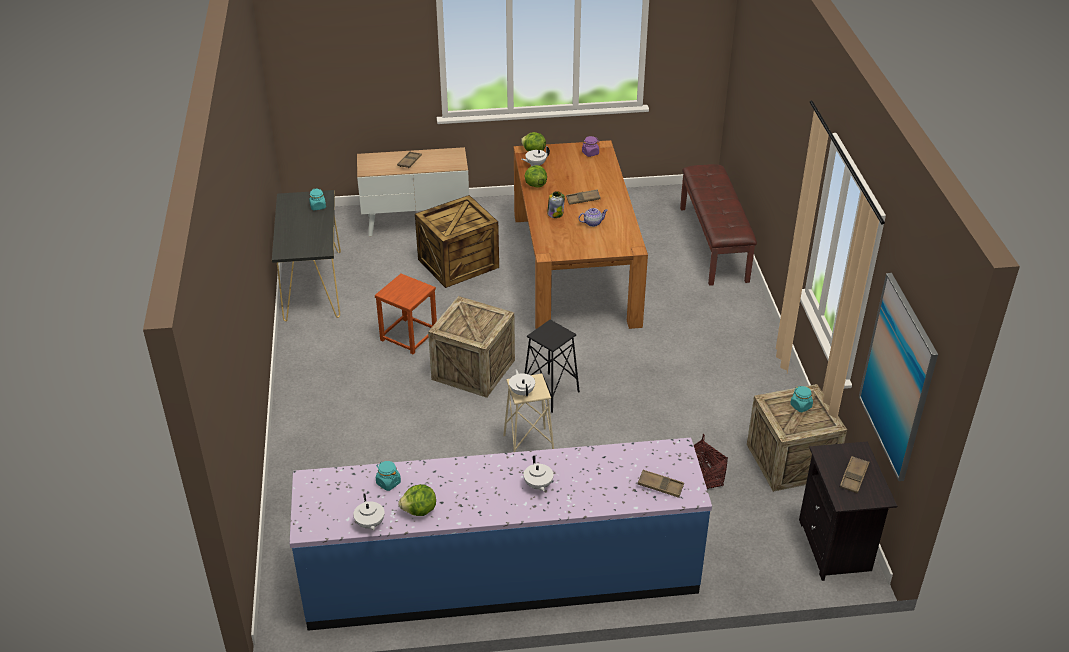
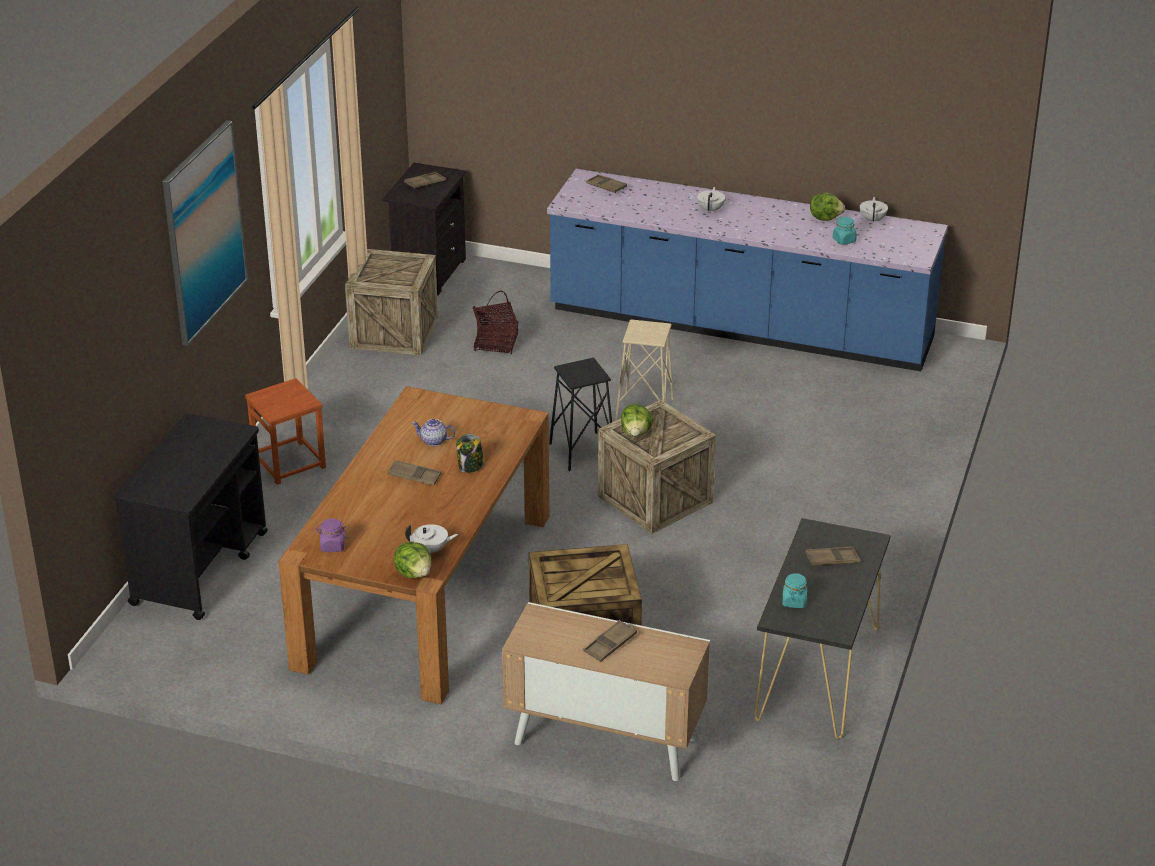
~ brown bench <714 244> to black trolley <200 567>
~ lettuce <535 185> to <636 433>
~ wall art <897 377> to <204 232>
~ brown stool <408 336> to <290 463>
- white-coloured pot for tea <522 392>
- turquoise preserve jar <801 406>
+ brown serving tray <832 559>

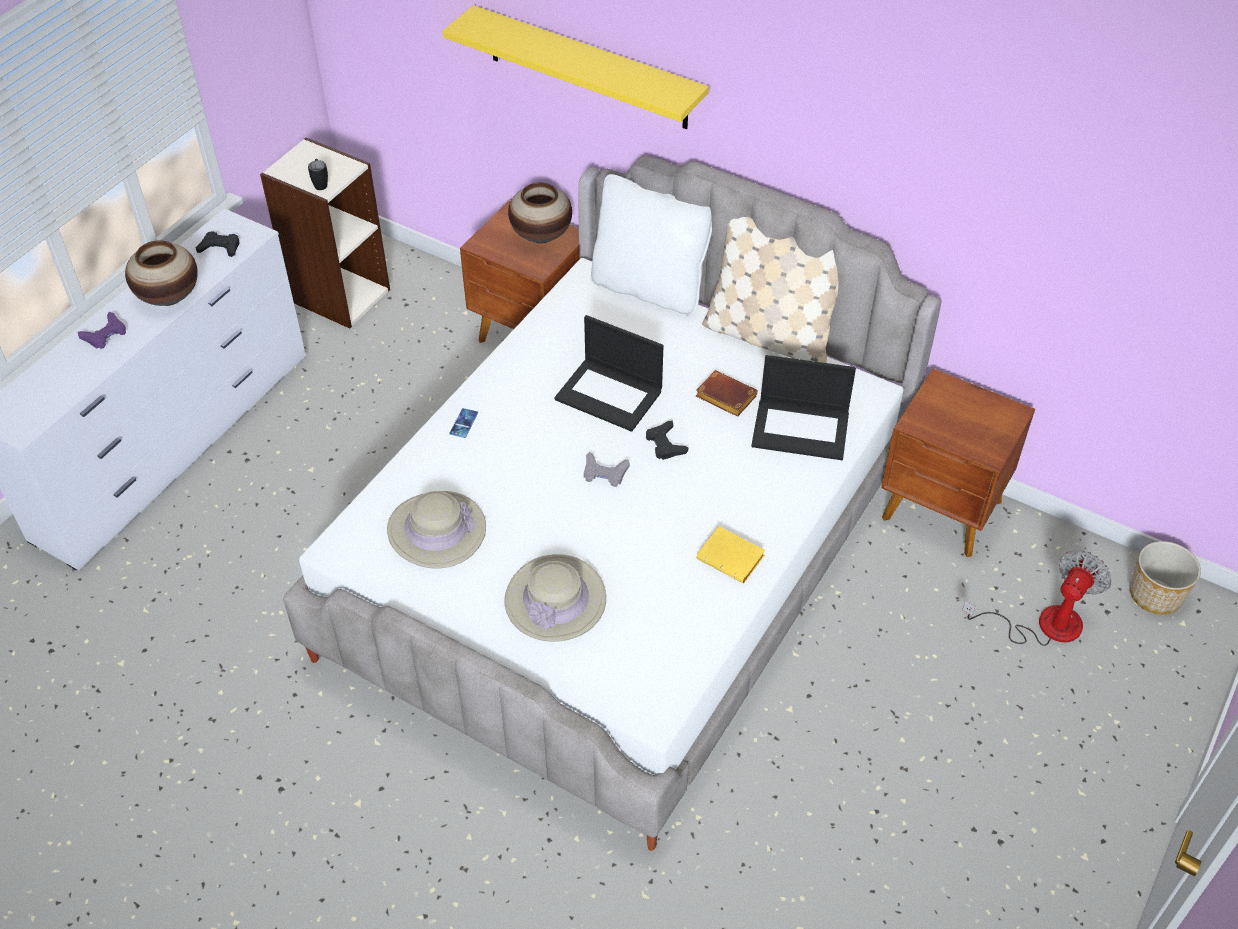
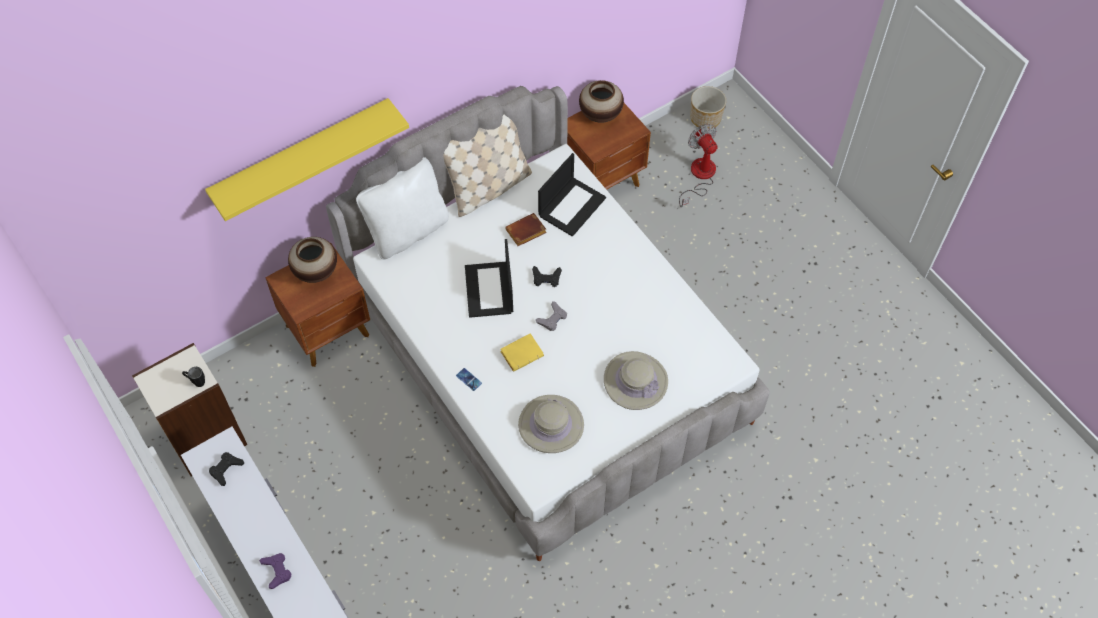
~ decorative vase <169 297> to <600 114>
~ portable computer <610 395> = <489 290> 120 degrees clockwise
~ yellowish book <733 558> to <522 353>

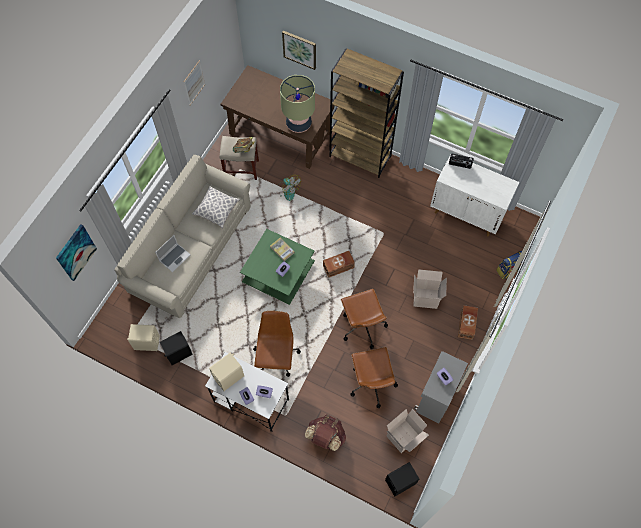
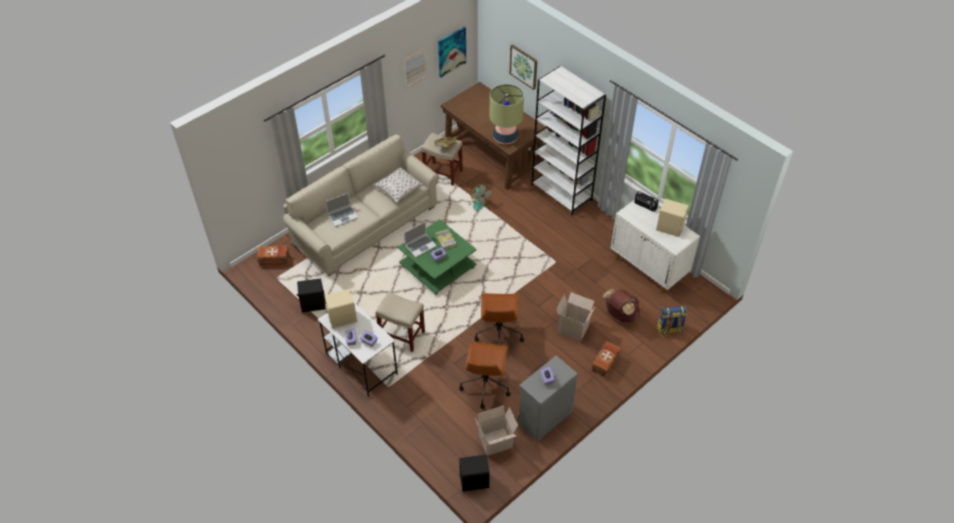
~ brown bookcase <360 156> to white-coloured bookcase <562 193>
~ wall art <76 252> to <451 51>
~ brown storage bin <339 267> to <275 261>
~ brown office chair <276 357> to sand-coloured stool <402 335>
~ sand-coloured audio speaker <147 342> to <669 228>
~ brown backpack <326 437> to <620 315>
+ portable computer <420 246>

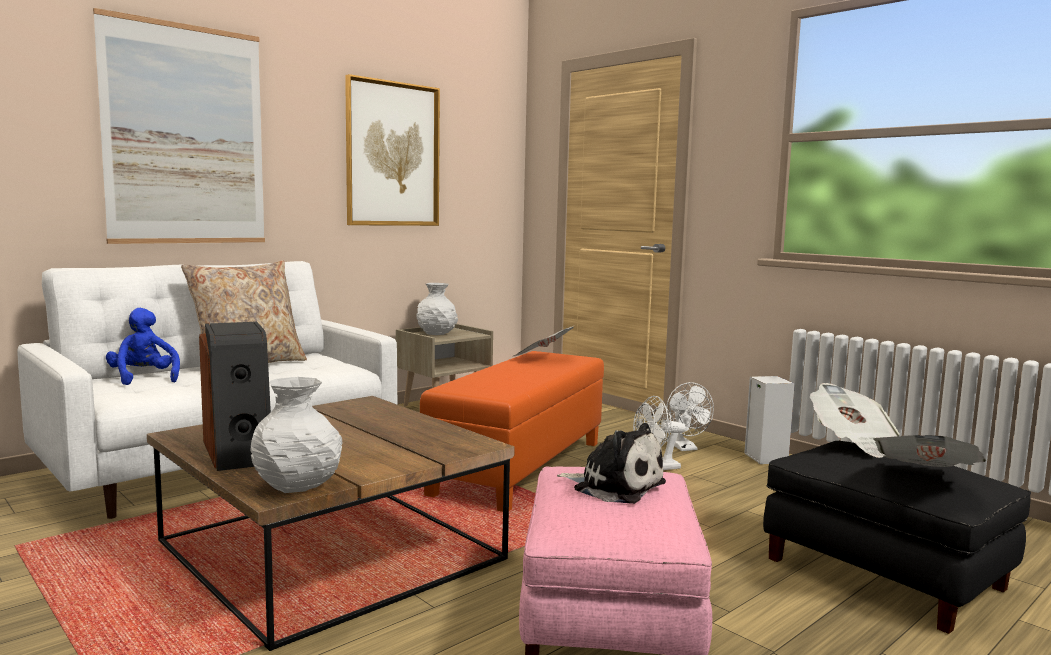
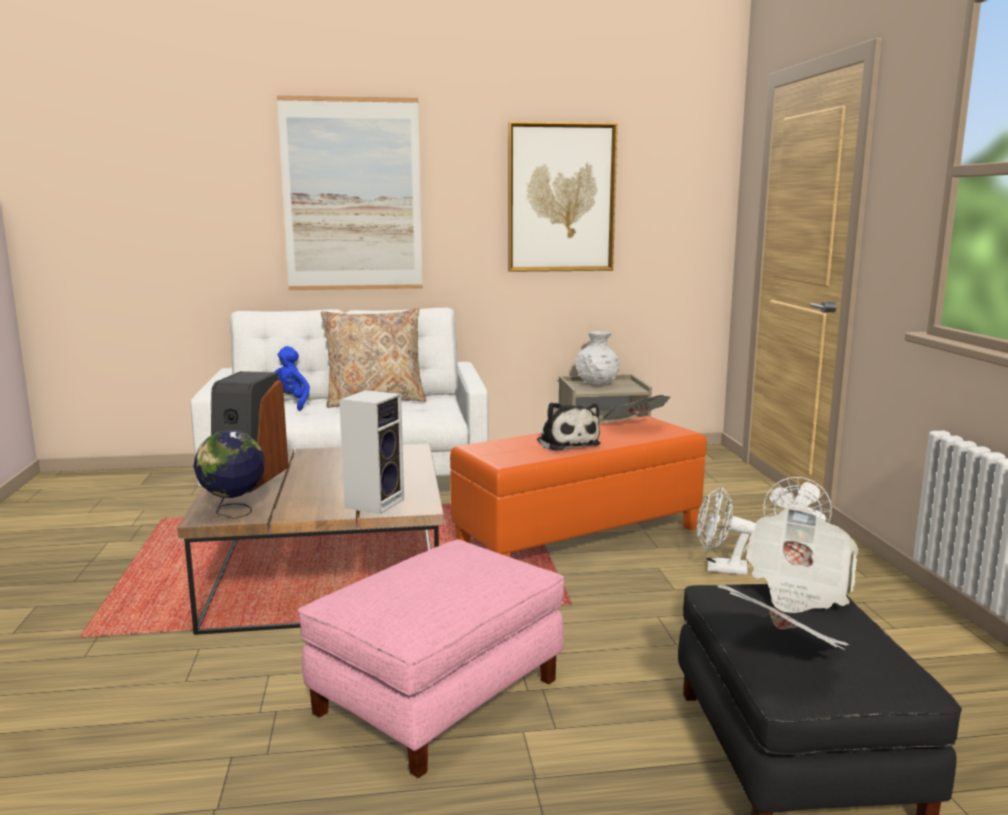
~ audio speaker <764 457> to <375 502>
~ white-coloured decorative vase <298 485> to world globe <233 513>
~ soft toy <614 486> to <567 443>

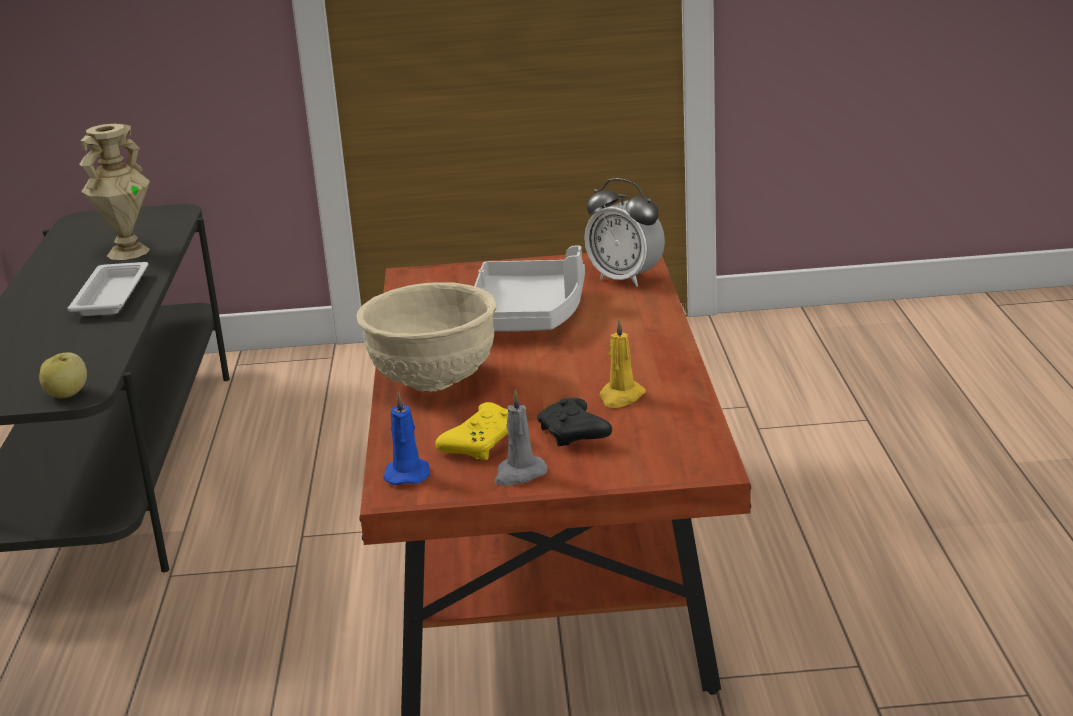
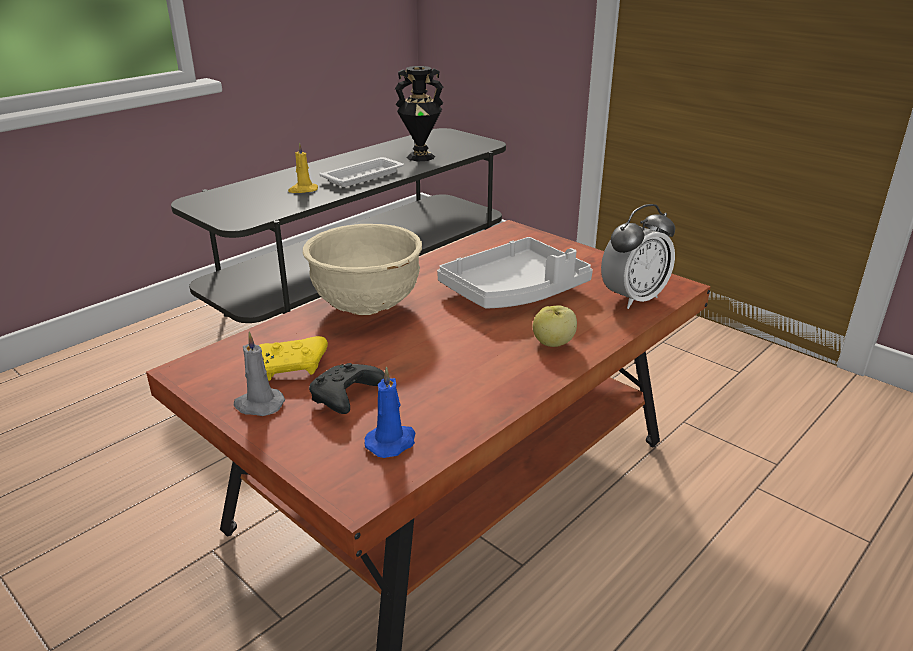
~ sand-coloured decorative vase <127 252> to black decorative vase <421 157>
~ alarm clock <625 279> = <633 298> 120 degrees counterclockwise
~ yellowish wax light <621 397> to <303 190>
~ whole apple <67 395> to <553 343>
~ bluish wax light <407 474> to <392 442>

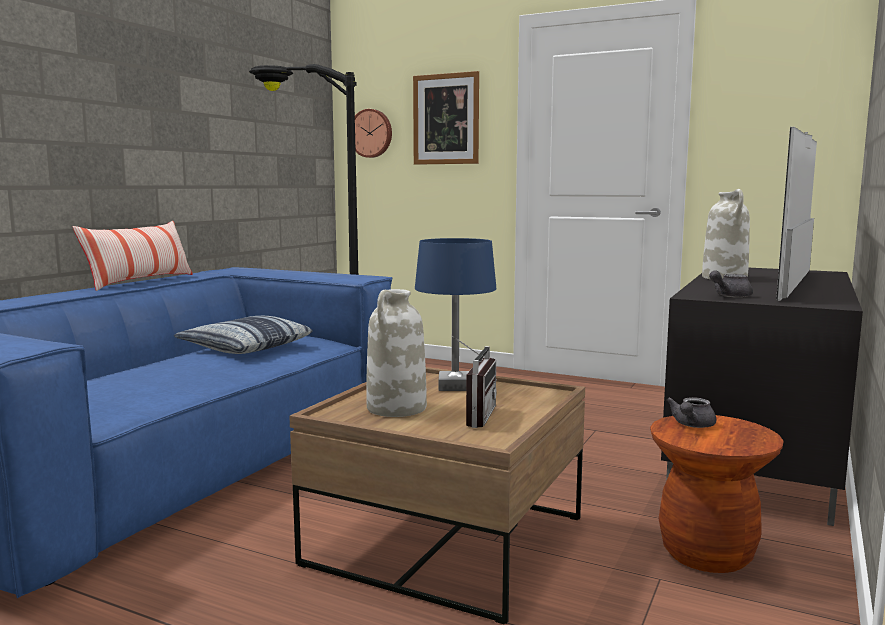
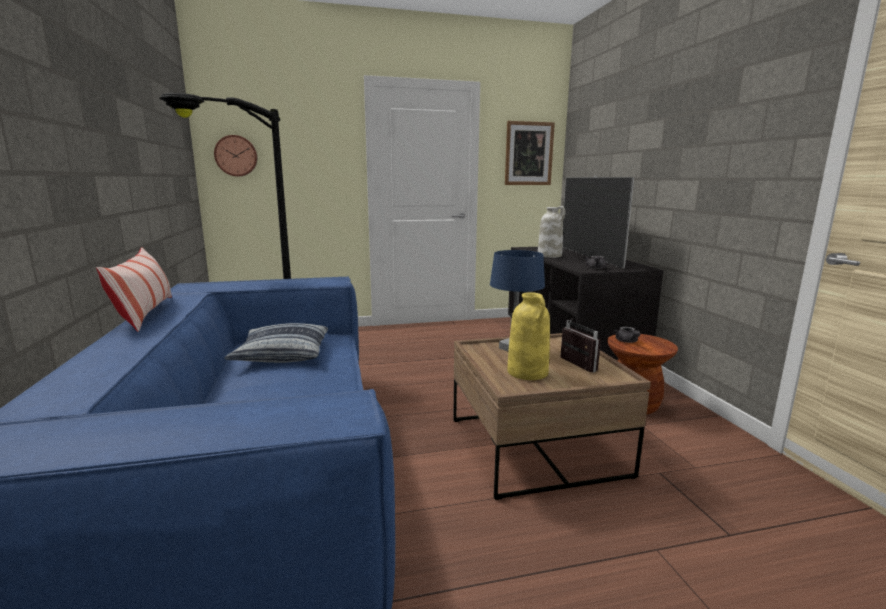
~ wall art <446 119> to <529 153>
~ white-coloured decorative vase <396 408> to yellowish decorative vase <528 372>

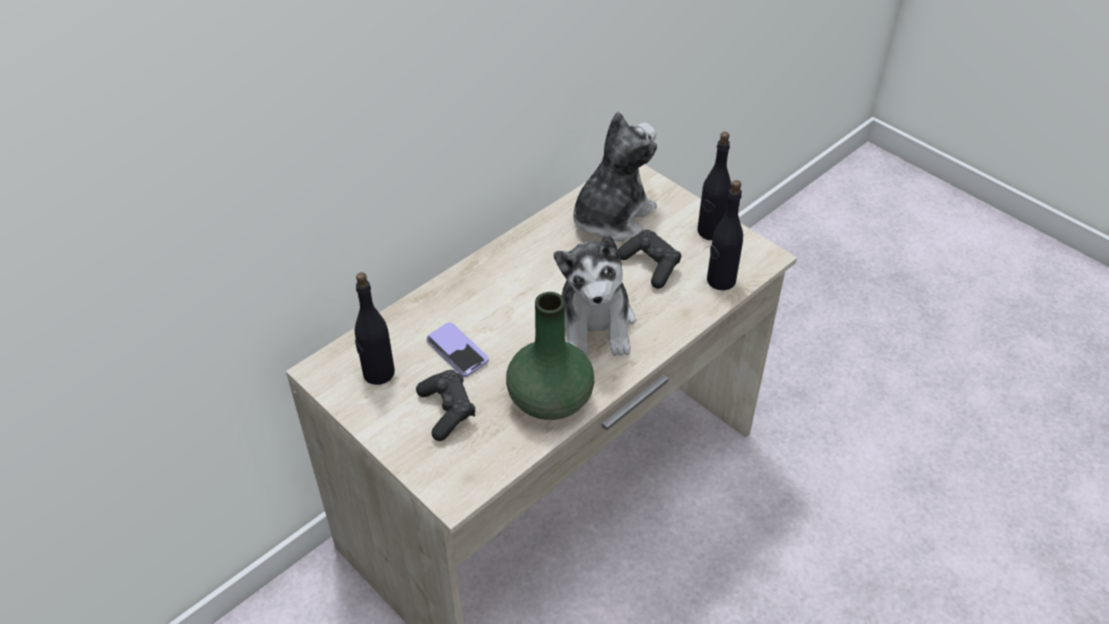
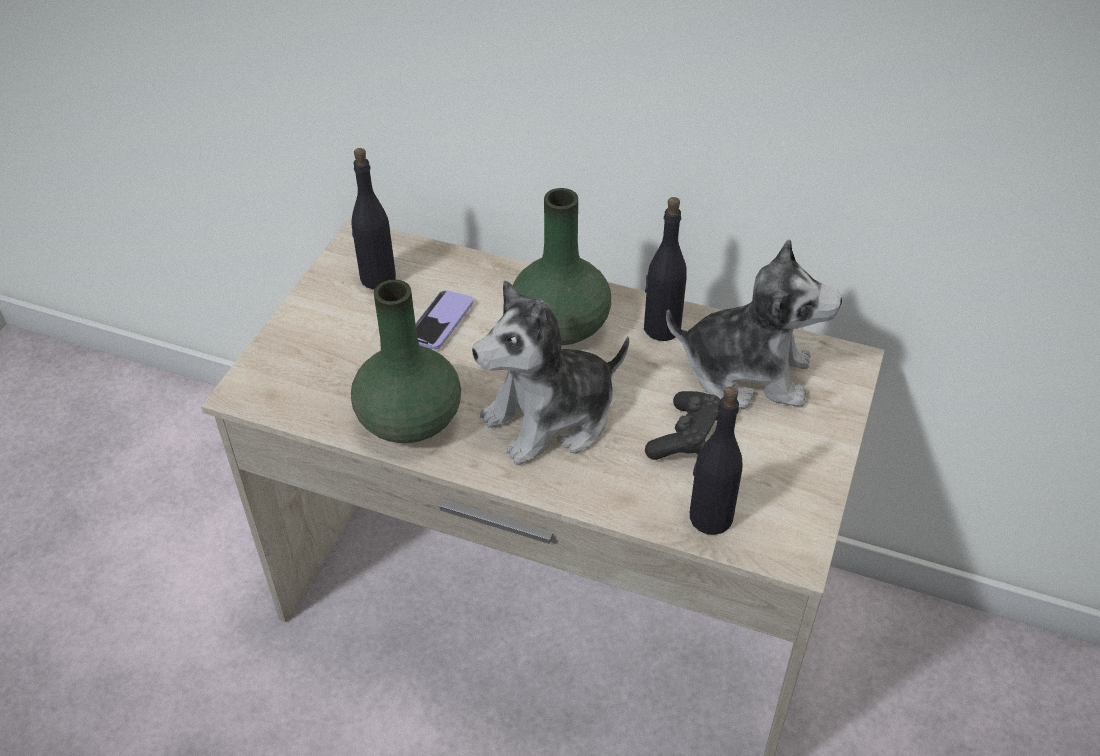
~ black drink bottle <710 231> to <661 328>
- black joypad <447 411>
+ green decorative vase <560 325>

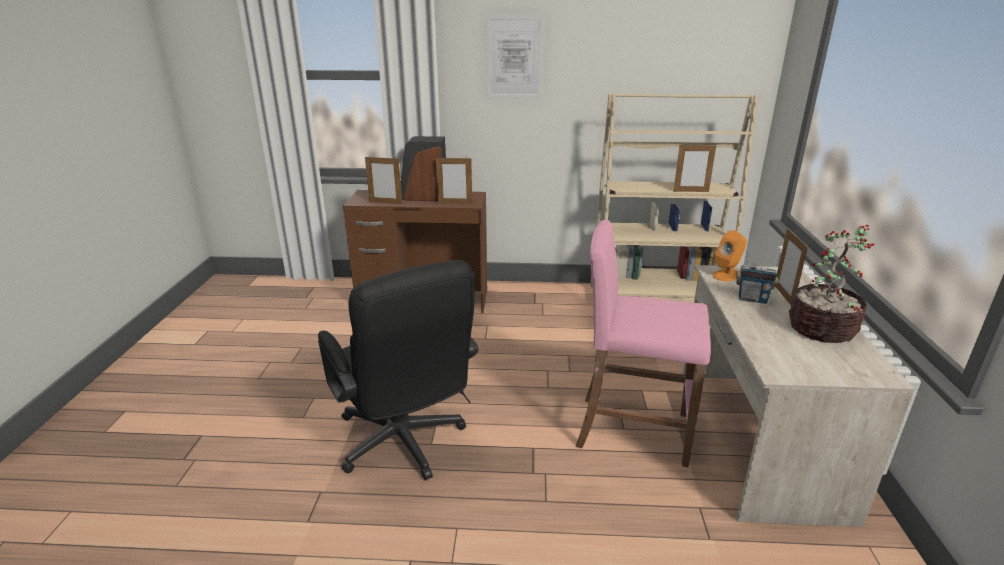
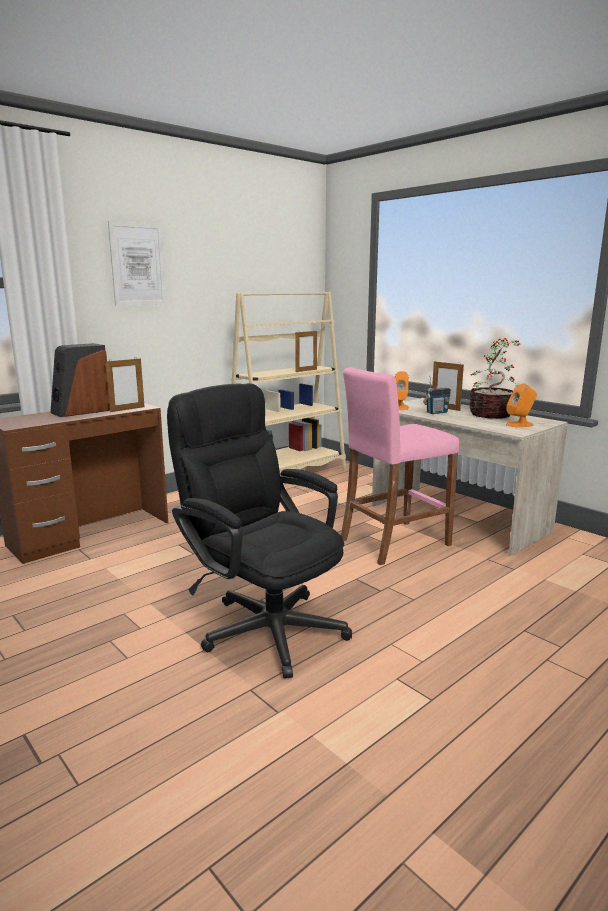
- photo frame <385 203>
~ black office chair <404 445> = <263 624> 150 degrees counterclockwise
+ orangey audio speaker <519 424>

